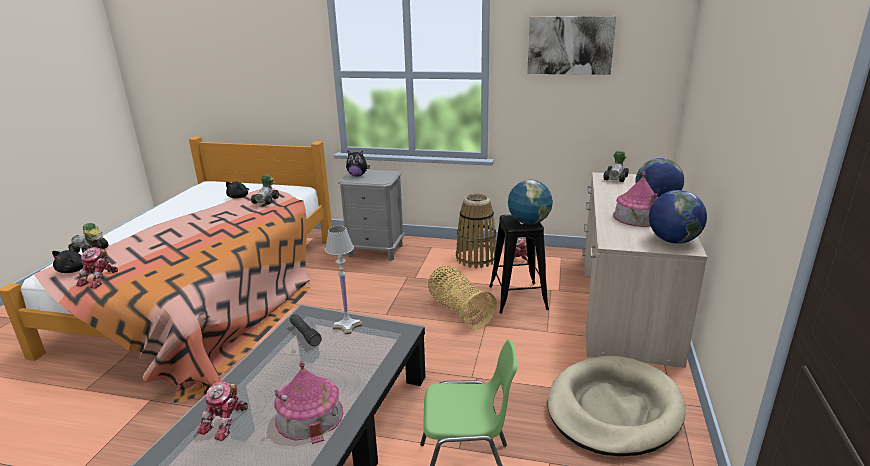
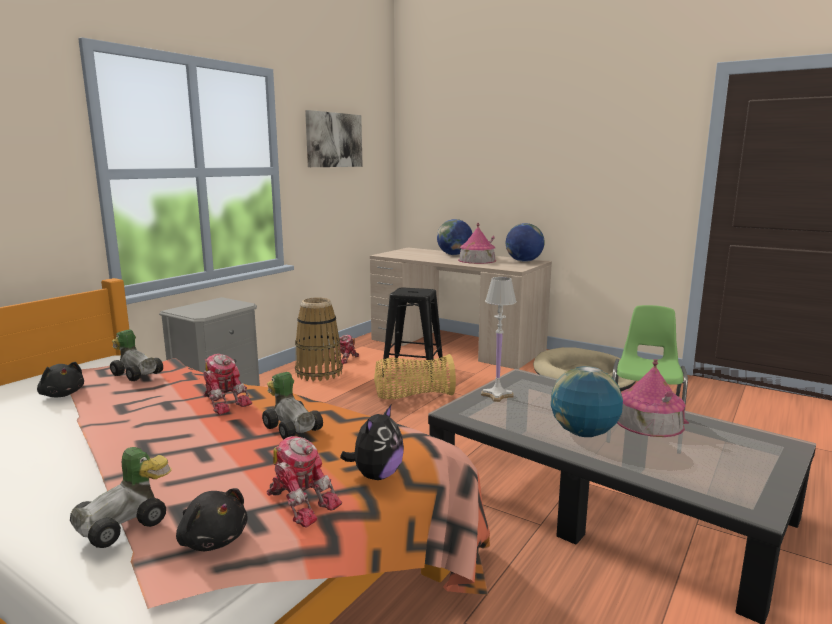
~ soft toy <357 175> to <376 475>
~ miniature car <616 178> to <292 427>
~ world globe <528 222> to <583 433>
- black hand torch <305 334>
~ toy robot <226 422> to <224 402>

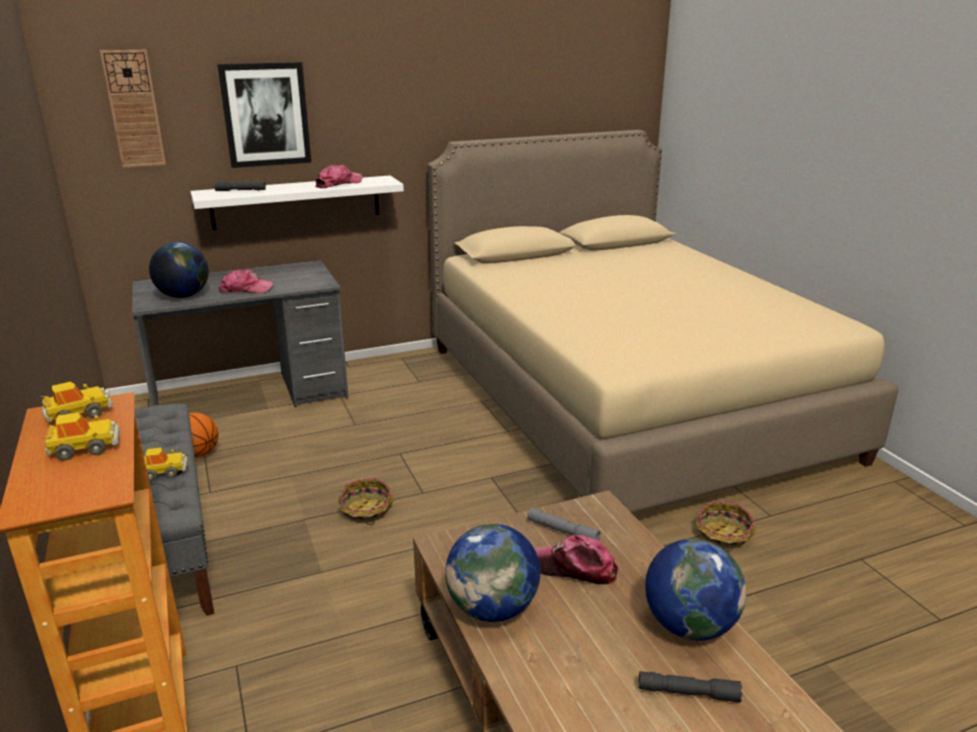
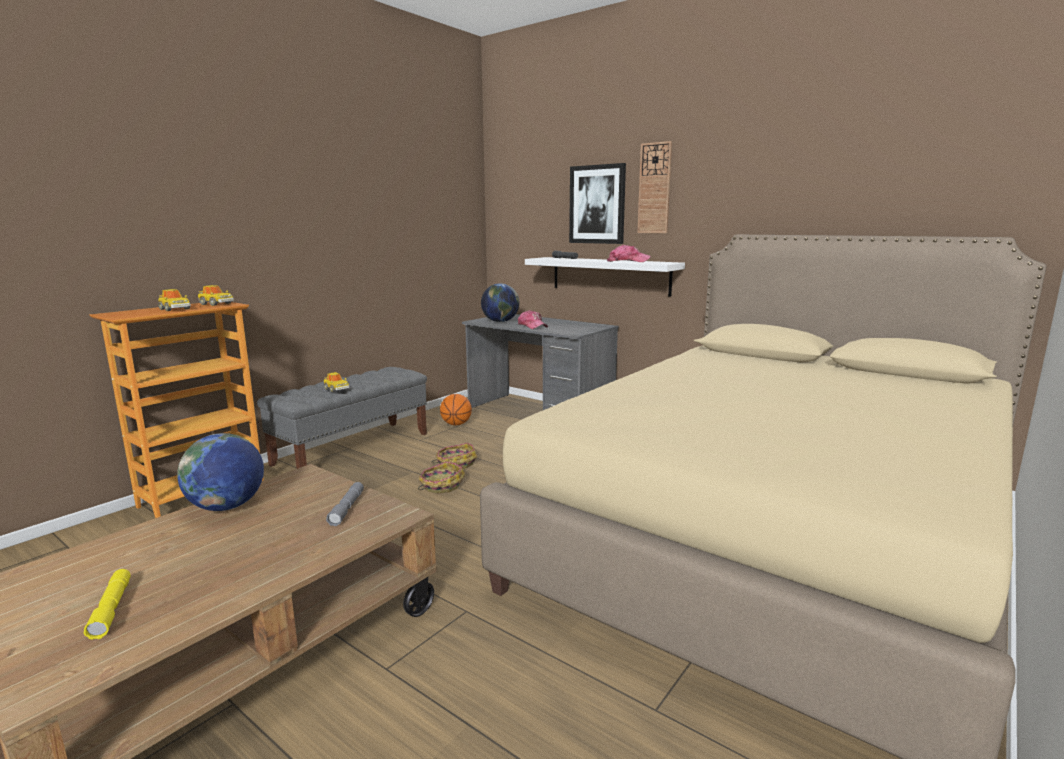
~ clock on the wall <134 109> to <654 188>
~ storage basket <723 535> to <455 463>
- peaked cap <574 568>
- world globe <689 626>
~ grey hand torch <688 693> to yellowish hand torch <111 609>

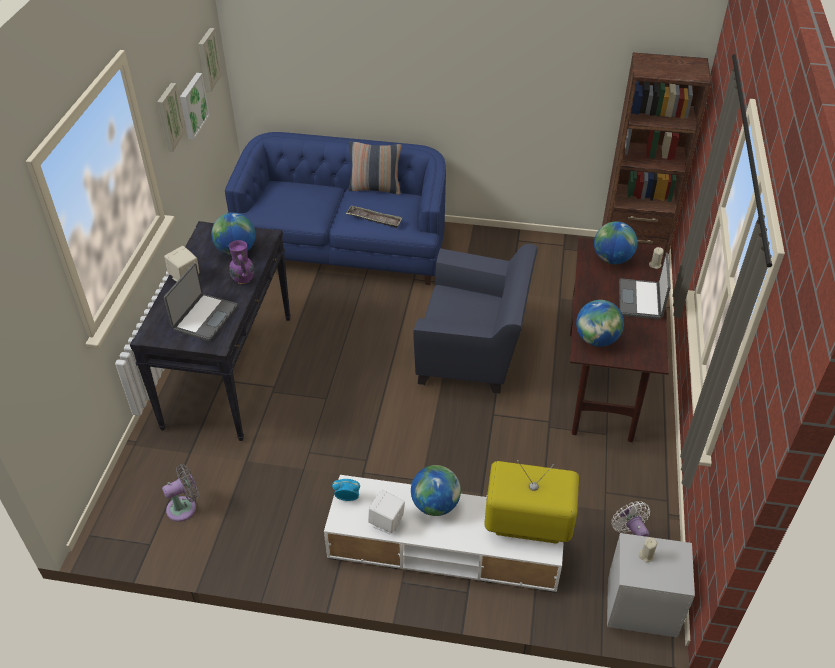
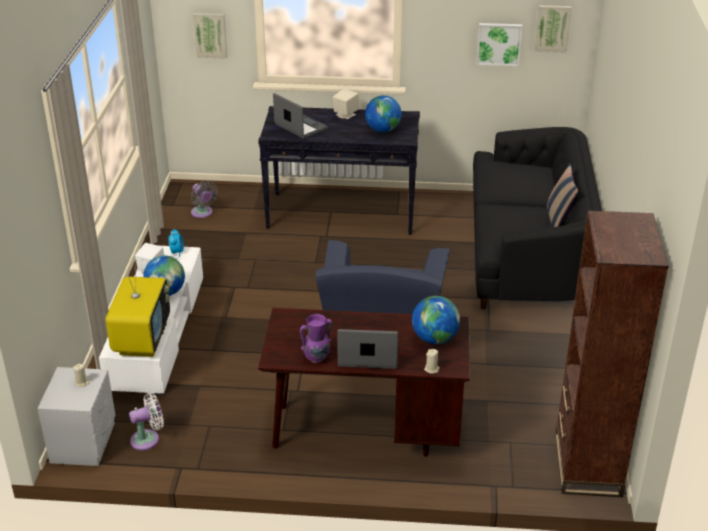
~ wall art <169 117> to <210 35>
~ bluish couch <342 245> to black couch <526 253>
- serving tray <374 219>
~ purplish decorative vase <243 279> to <317 358>
~ portable computer <204 317> = <300 127> 150 degrees counterclockwise
- world globe <596 340>

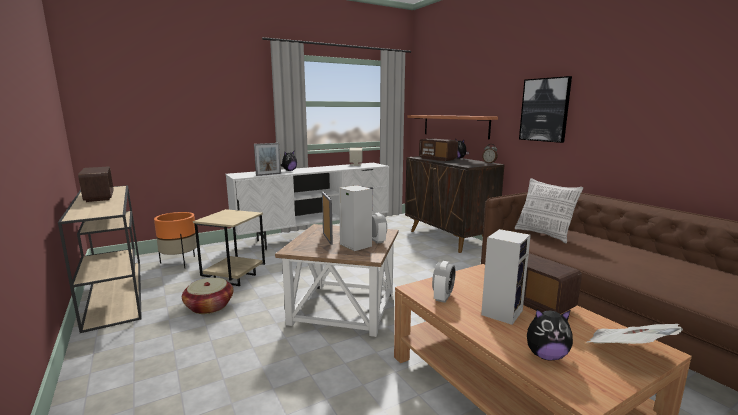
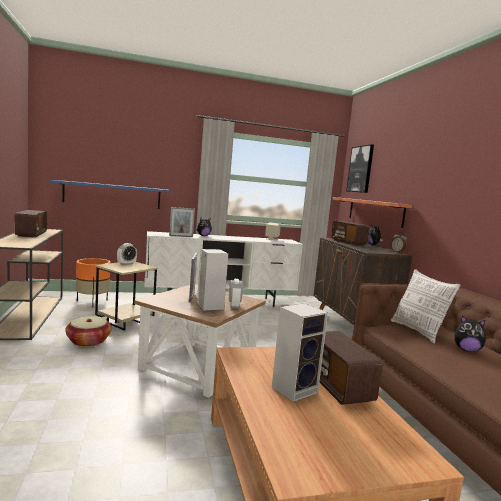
~ wall art <545 110> to <360 169>
~ alarm clock <443 297> to <126 264>
~ soft toy <545 355> to <467 350>
- printed paper <626 351>
+ bluish bracket shelf <112 195>

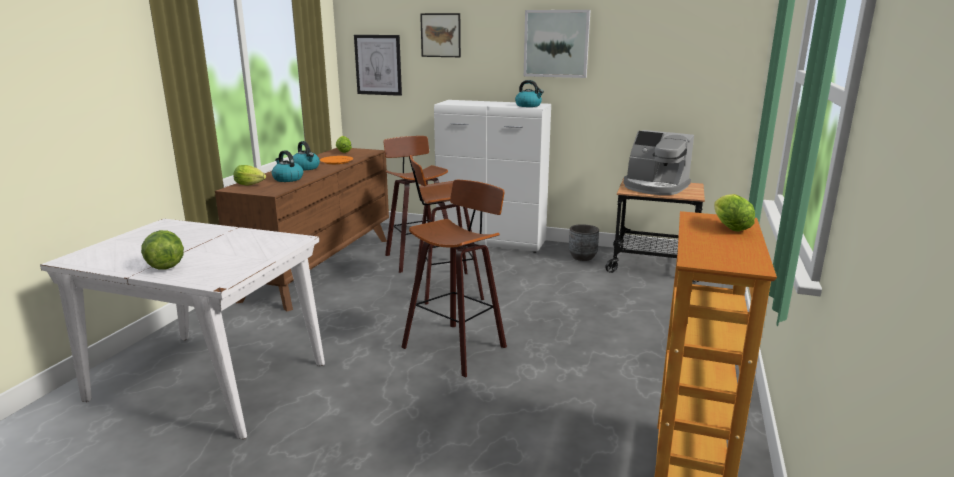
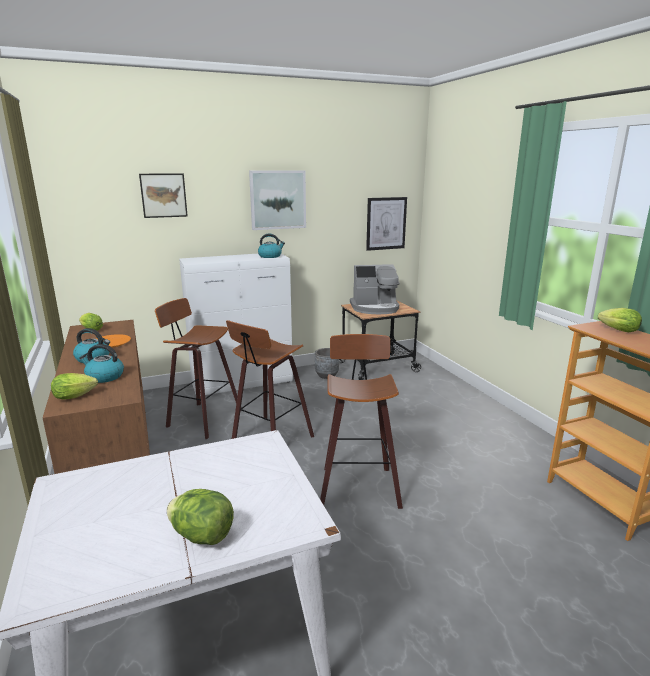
~ wall art <378 65> to <386 223>

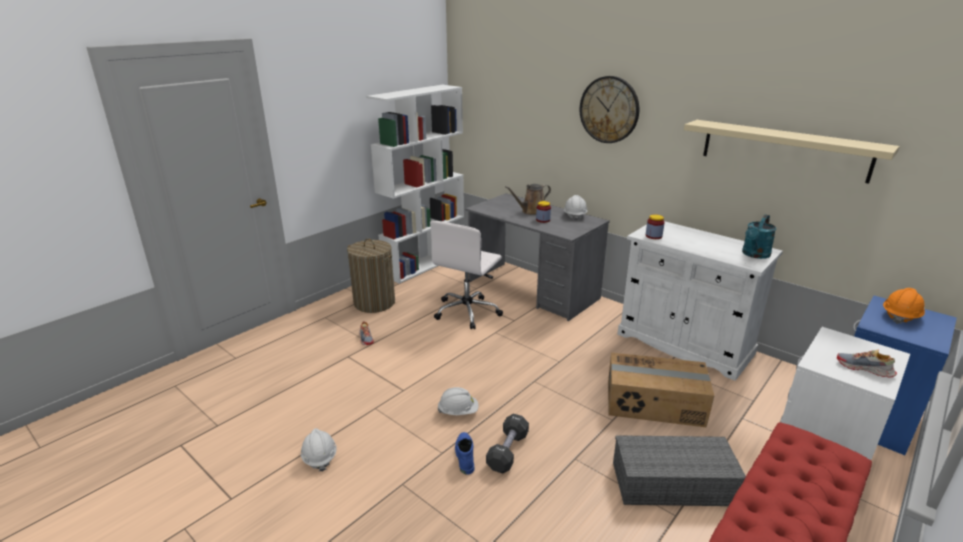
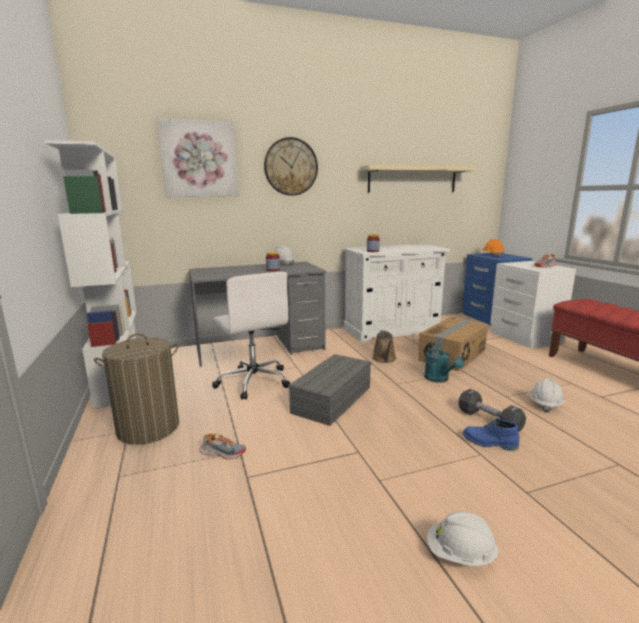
~ brown watering can <531 211> to <384 359>
~ turquoise watering can <754 255> to <439 379>
~ white-coloured safety helmet <458 411> to <545 404>
~ grey storage bin <674 482> to <332 398>
+ wall art <199 159>

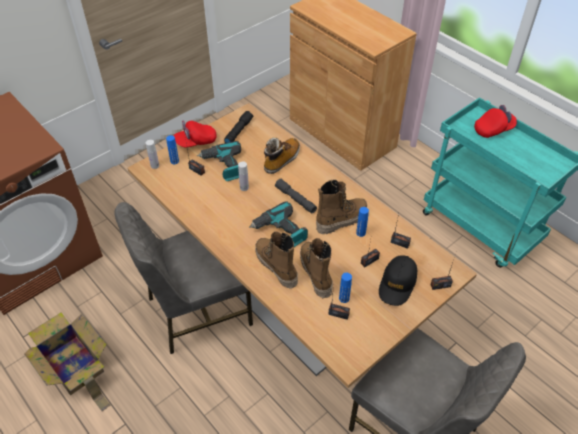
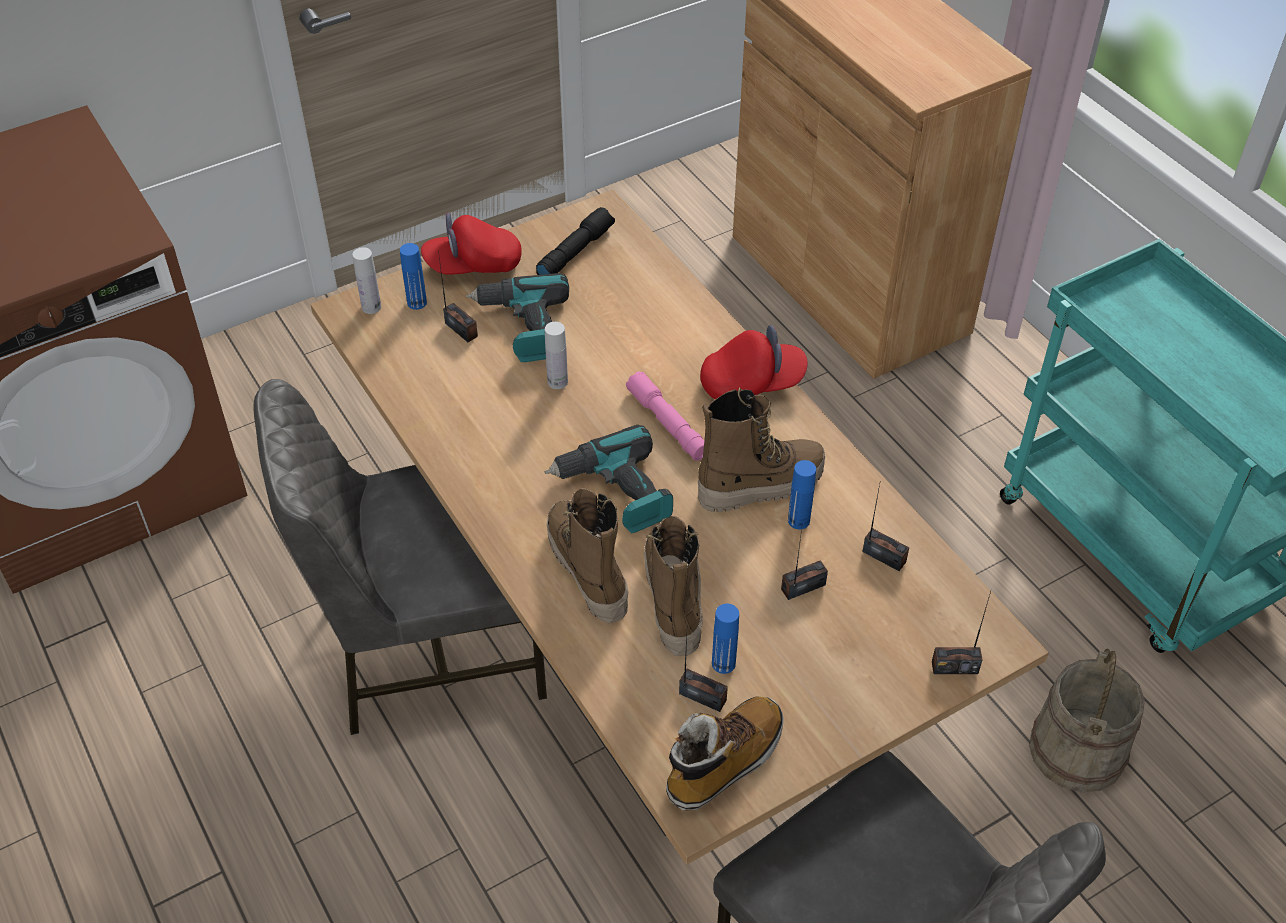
~ red peaked cap <493 129> to <752 383>
~ tall boot <282 160> to <724 762>
~ grey hand torch <295 199> to pink hand torch <667 424>
- black peaked cap <397 284>
- carton <74 367>
+ sand-coloured pail <1076 749>

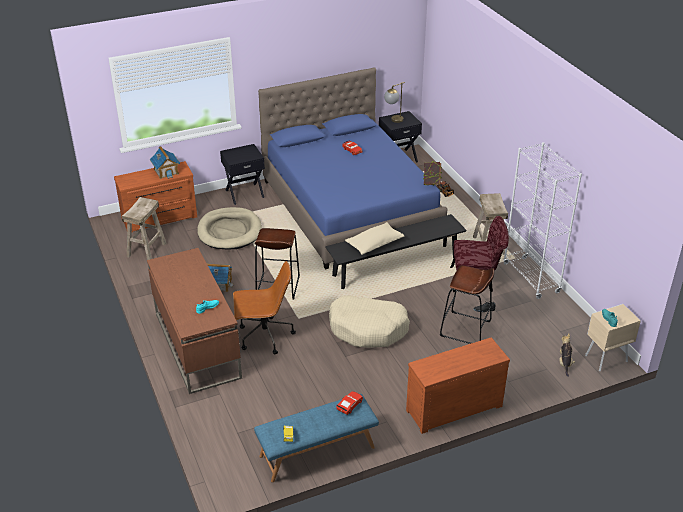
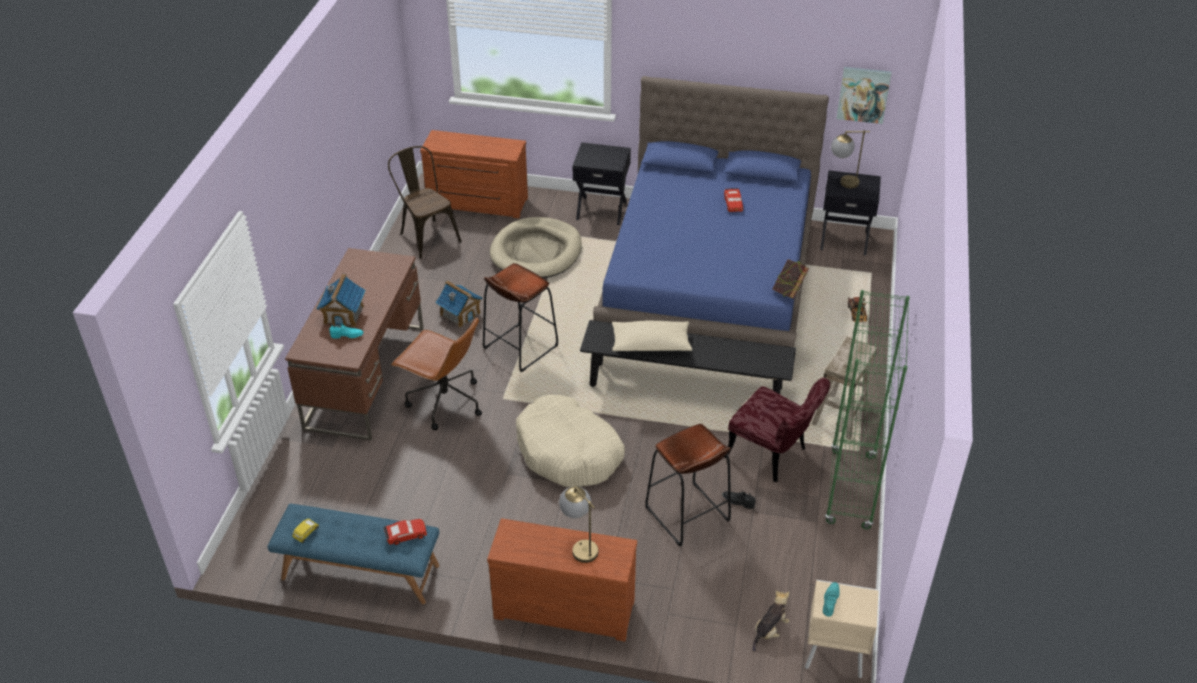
~ white-coloured bookcase <531 278> to green bookcase <850 490>
~ miniature house <166 171> to <344 314>
~ sand-coloured stool <146 249> to brown upright chair <426 236>
+ wall art <863 94>
+ lamp for a table <579 546>

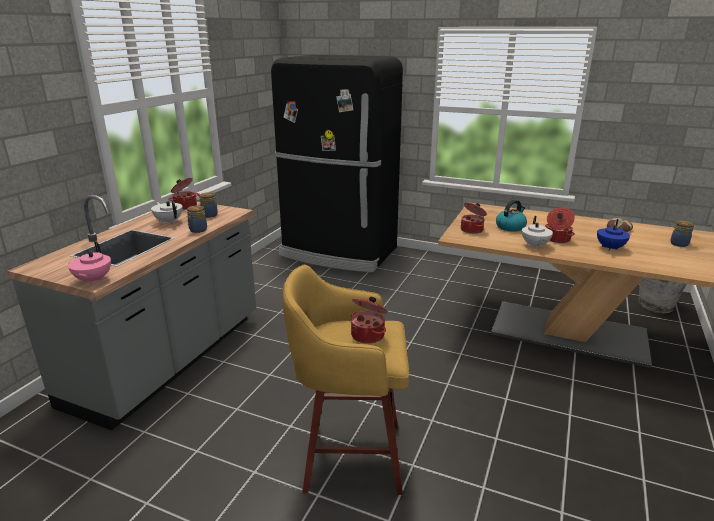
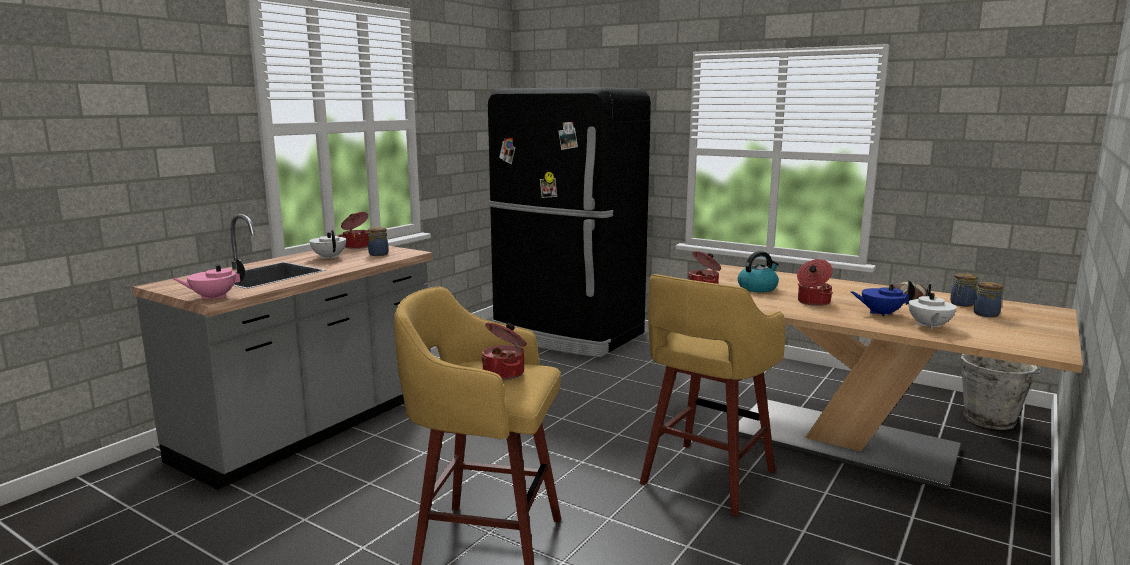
~ preserve jar <197 230> to <961 304>
~ white-coloured pot for tea <534 245> to <929 326>
~ bluish pot for tea <609 248> = <880 313> 60 degrees clockwise
~ pink pot for tea <93 280> = <213 297> 60 degrees clockwise
+ yellowish stool <706 479>

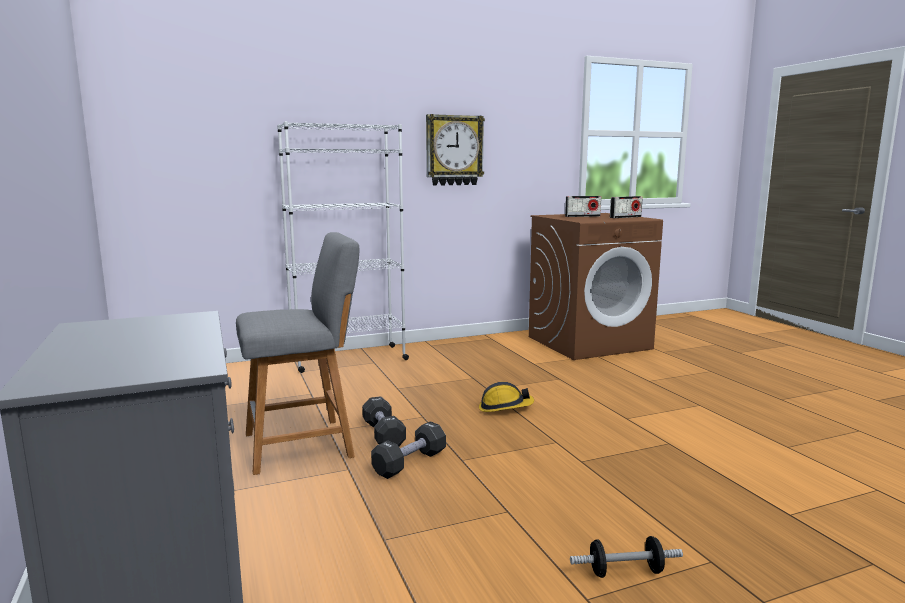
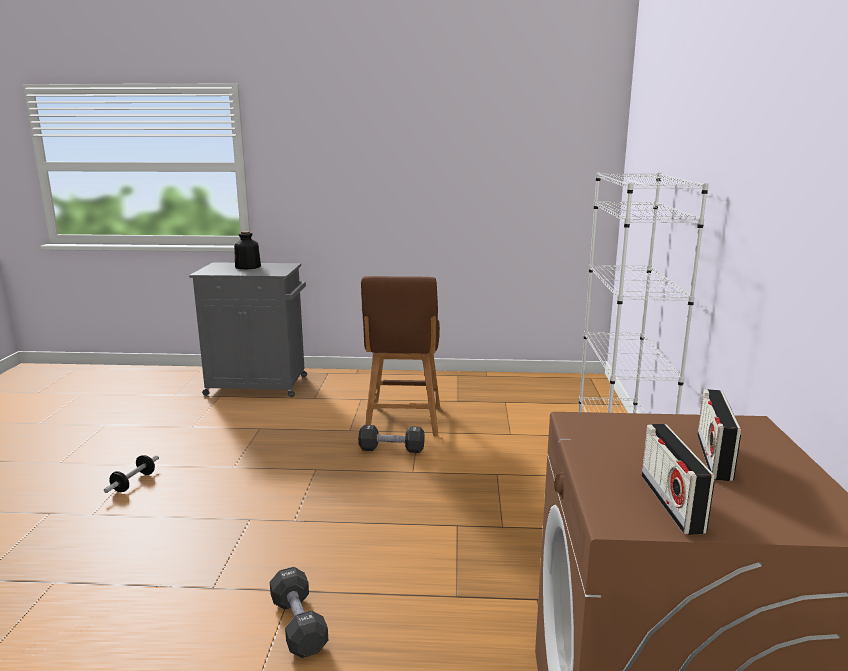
- clock on the wall <454 150>
~ grey stool <305 444> to brown stool <403 422>
- safety helmet <505 407>
~ black free weight <410 463> to <298 625>
+ drink bottle <248 267>

